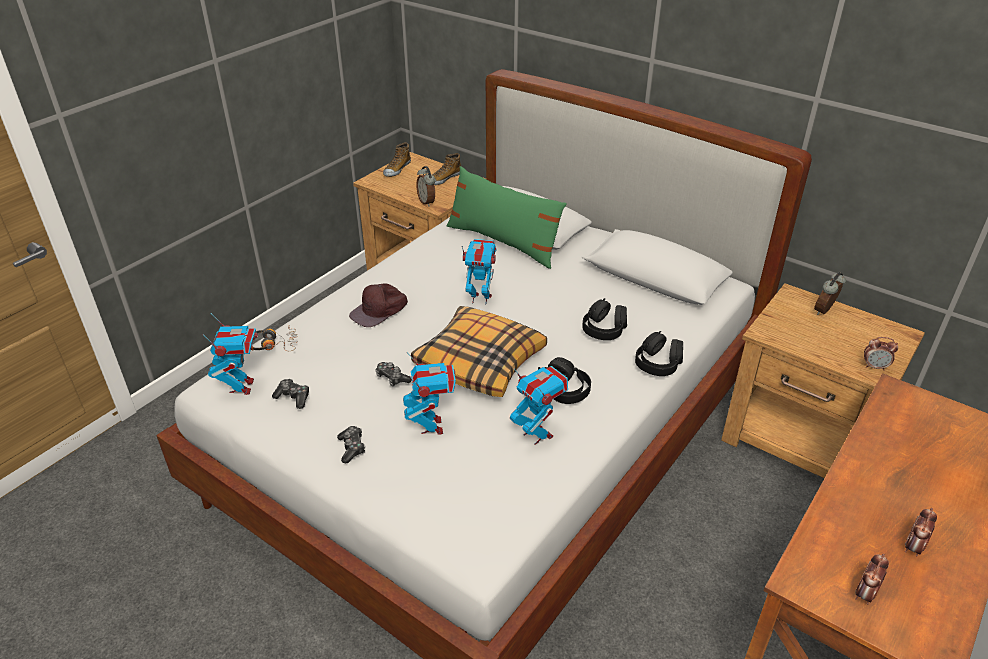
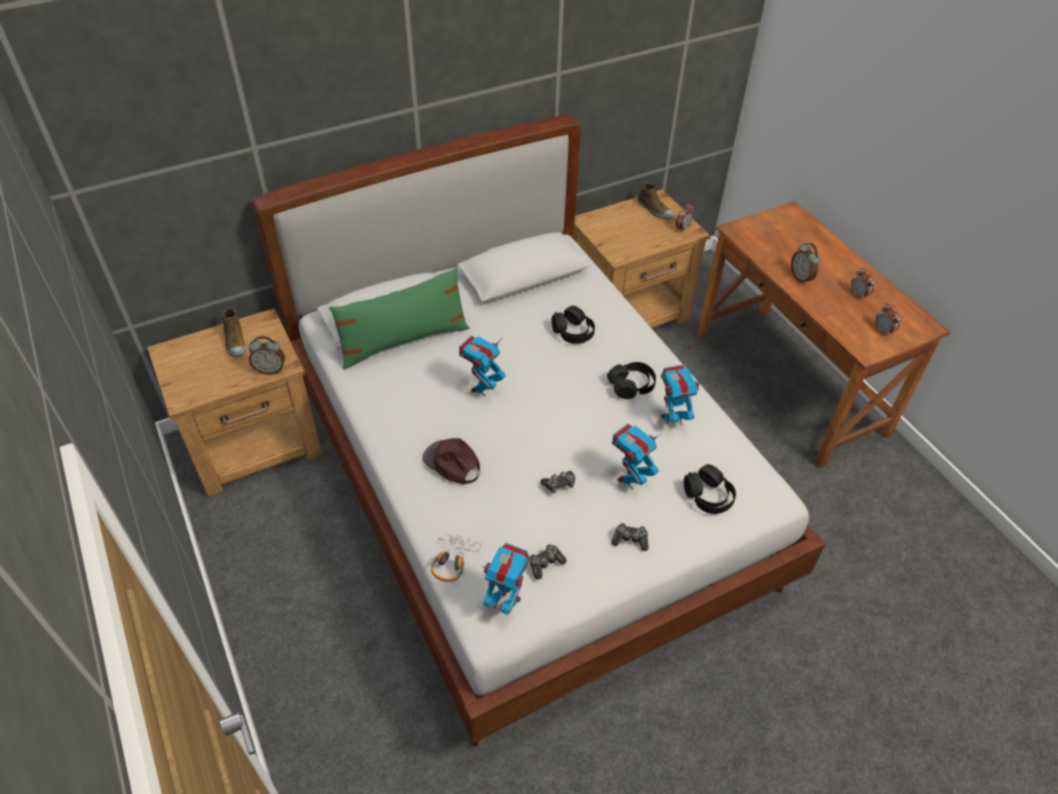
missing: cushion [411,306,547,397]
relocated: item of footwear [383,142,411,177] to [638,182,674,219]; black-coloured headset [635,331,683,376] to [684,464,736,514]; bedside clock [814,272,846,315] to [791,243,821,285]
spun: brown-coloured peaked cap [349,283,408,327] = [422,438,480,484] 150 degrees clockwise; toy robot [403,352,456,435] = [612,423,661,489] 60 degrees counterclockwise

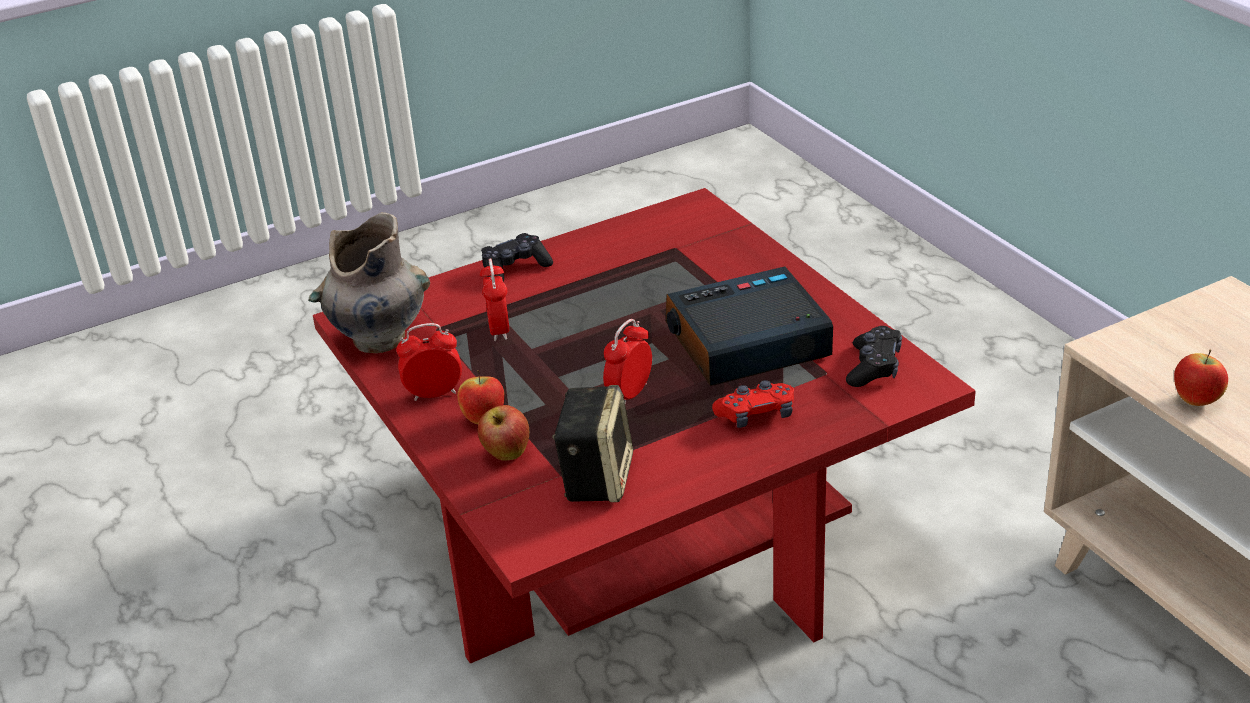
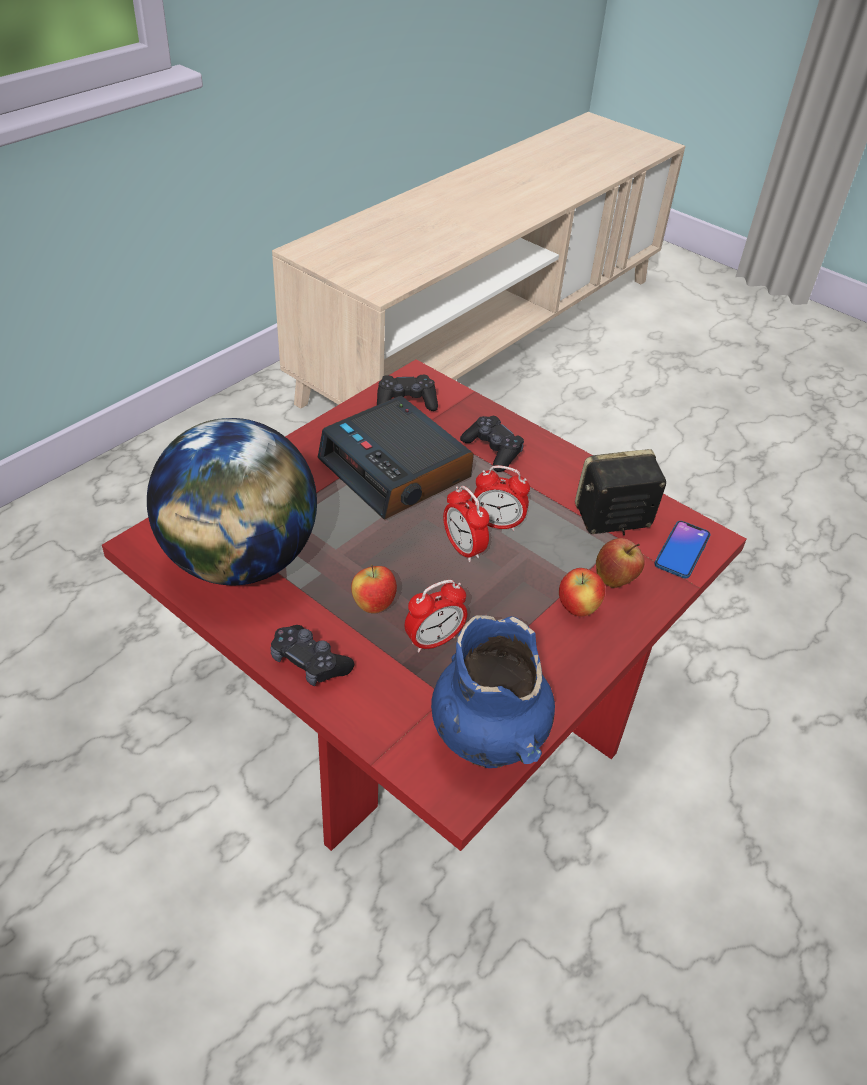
appeared: desk globe [147,418,317,585]; telephone [654,521,711,579]
relocated: bedside clock [396,323,462,401] to [443,486,490,562]; apple [1174,349,1228,406] to [351,565,397,613]
colour: grey flower vase [308,212,430,353] to bluish flower vase [431,615,555,768]; red-coloured game controller [712,380,794,428] to black-coloured game controller [460,416,524,472]

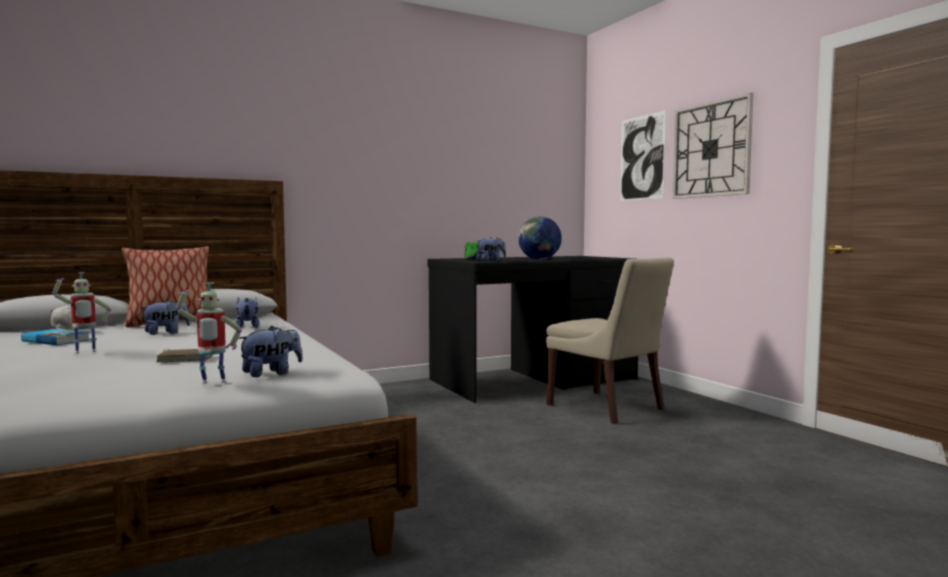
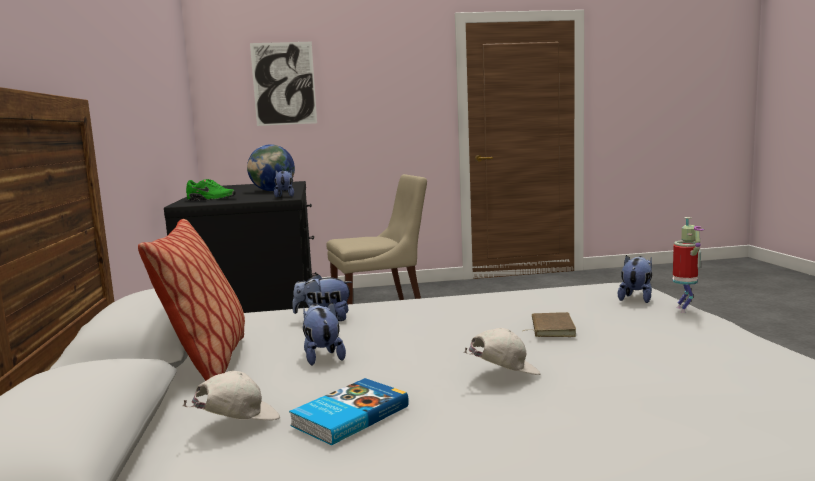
missing: wall clock [672,92,753,199]
exchanged: toy robot [52,272,111,354] to white-coloured peaked cap [464,328,540,375]
spun: soft toy [238,326,303,377] = [618,255,652,303] 45 degrees clockwise

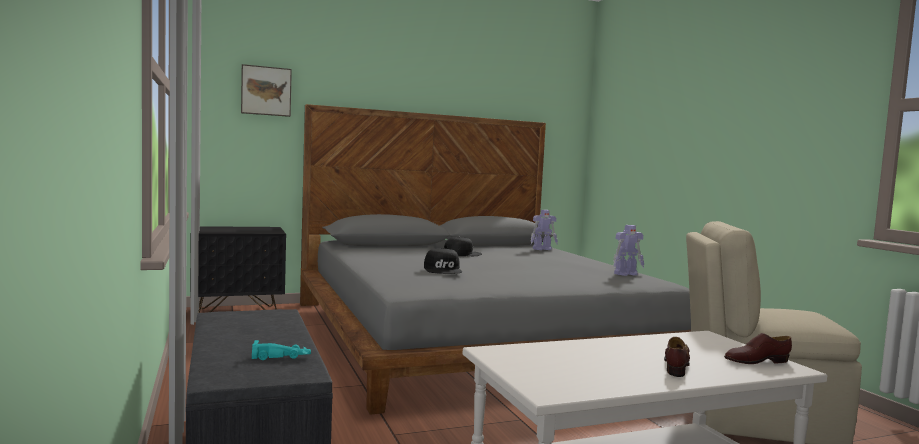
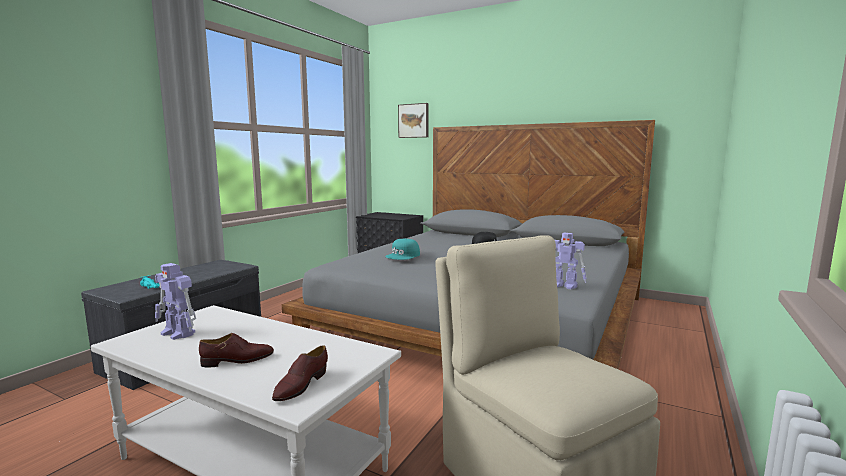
relocated: toy robot [530,210,558,250] to [155,263,196,340]
colour: black-coloured peaked cap [424,248,462,274] to turquoise-coloured peaked cap [385,238,420,260]
spun: brown-coloured item of footwear [724,333,792,364] = [272,345,328,401] 105 degrees counterclockwise

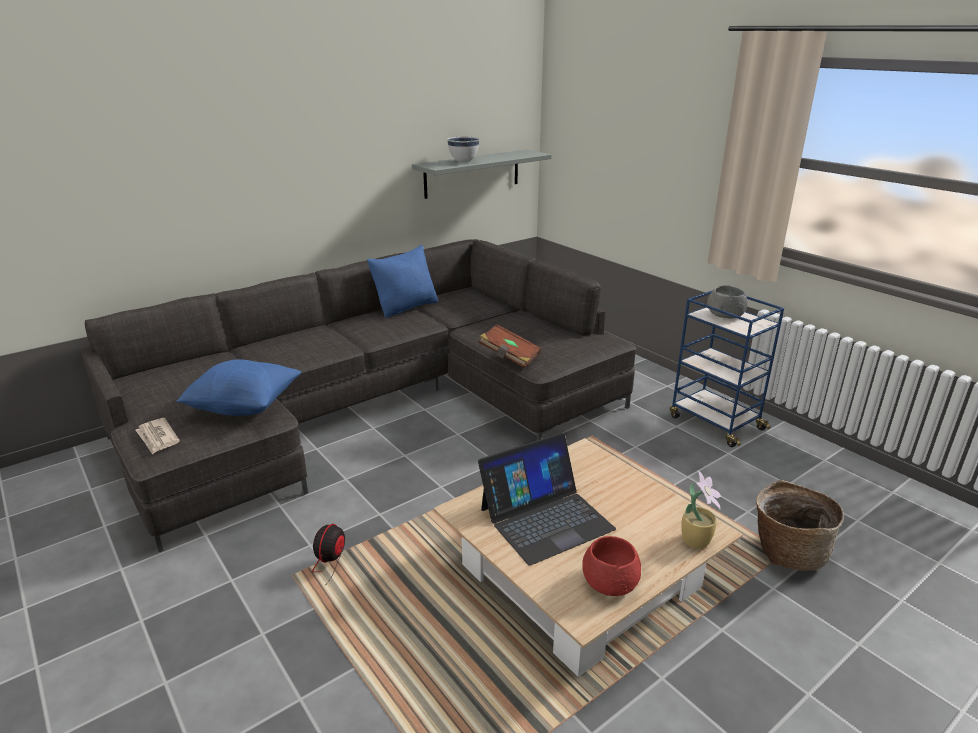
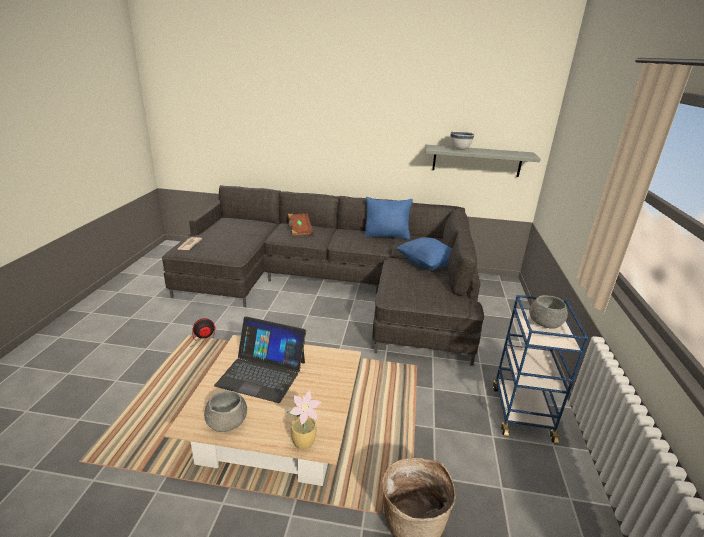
relocated: bluish cushion [177,359,302,416] to [396,237,452,270]; brown-coloured bound book [479,324,541,368] to [288,213,313,237]
colour: red-coloured bowl [582,536,641,596] to grey bowl [204,390,247,432]

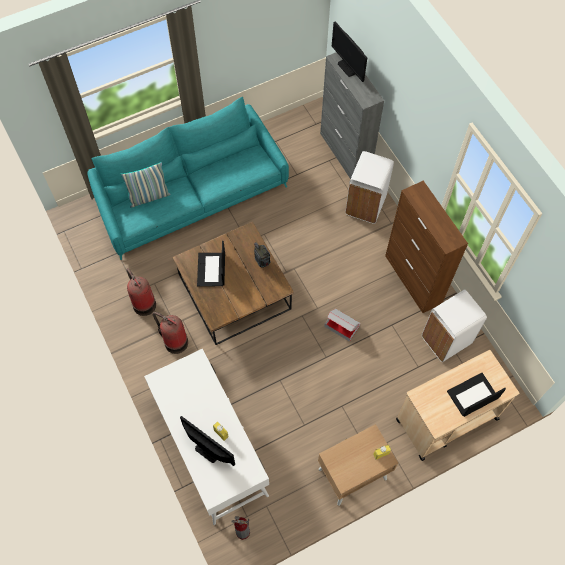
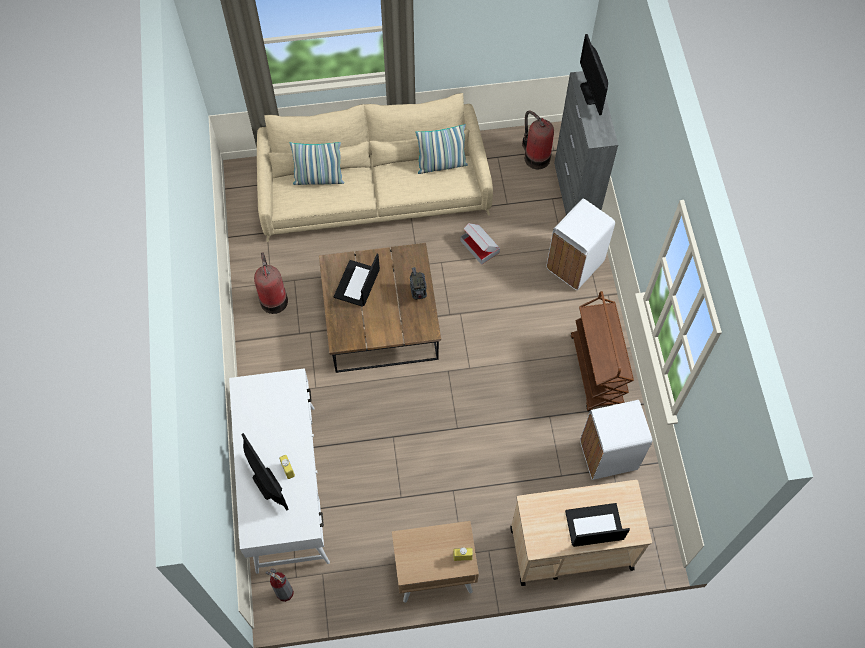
appeared: cushion [415,124,468,174]
relocated: extinguisher [152,312,188,354] to [522,110,554,169]; carton [324,308,360,342] to [461,223,500,265]
exchanged: brown-coloured cabinet [385,181,468,313] to brown-coloured trolley [571,291,634,411]
colour: turquoise-coloured sofa [87,97,289,260] to beige sofa [257,93,493,242]

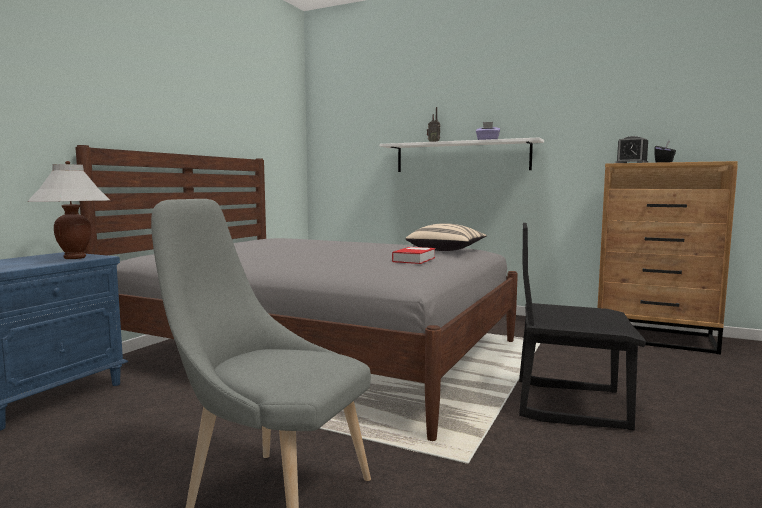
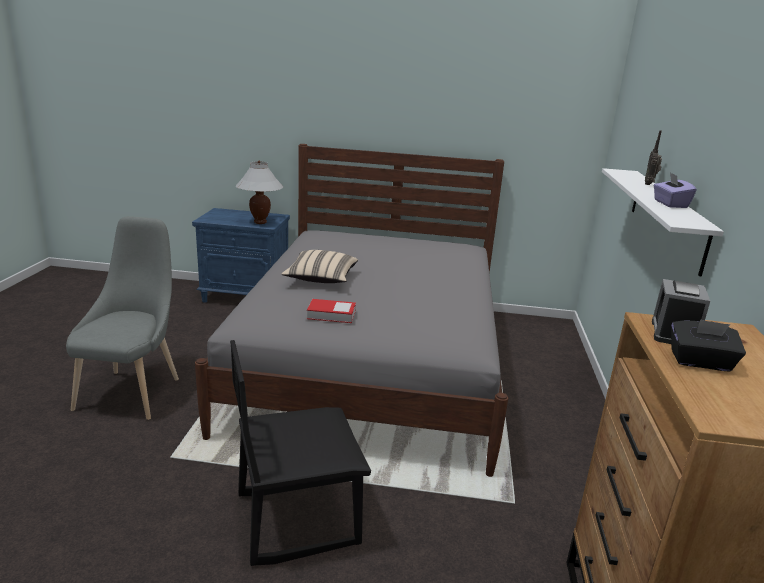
relocated: beige cushion [406,223,487,251] to [282,250,358,283]
spun: black-coloured plain chair [519,223,646,430] = [230,340,371,566] 105 degrees counterclockwise

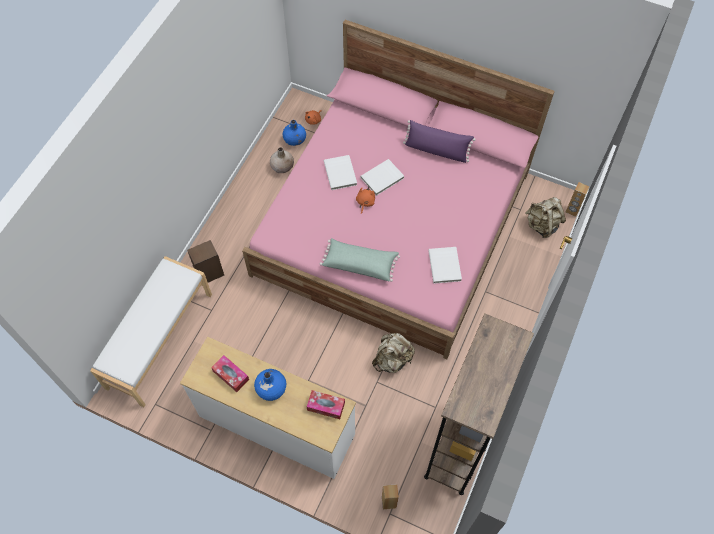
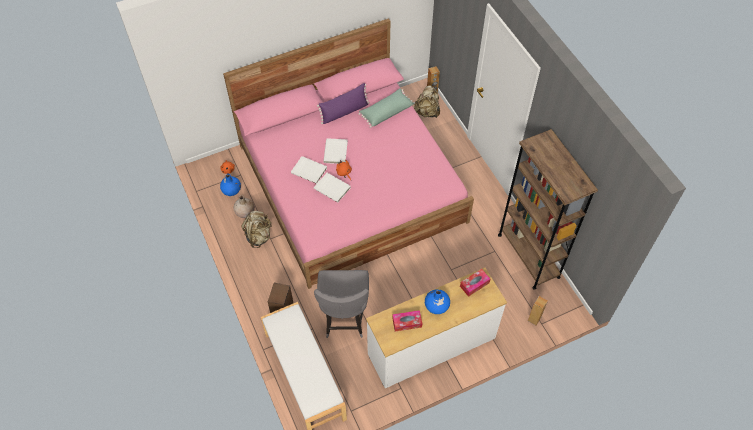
appeared: grey plain chair [314,270,369,338]
relocated: greenish cushion [320,238,400,282] to [358,88,415,128]; beige knapsack [372,333,415,373] to [241,211,272,248]; white-coloured bound book [428,247,462,284] to [314,173,350,203]

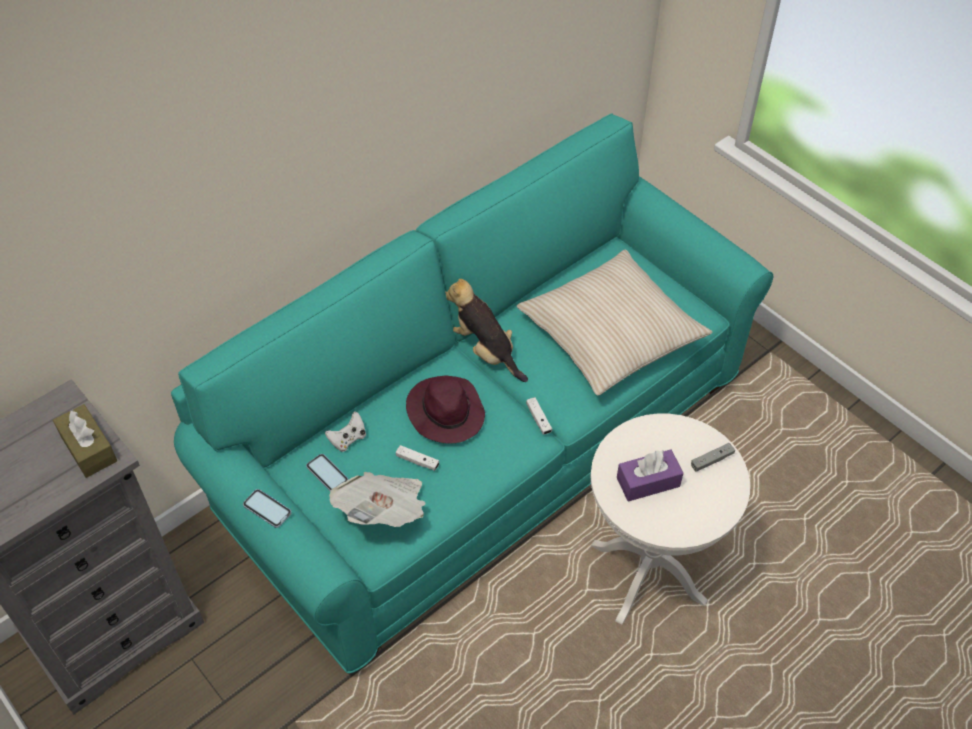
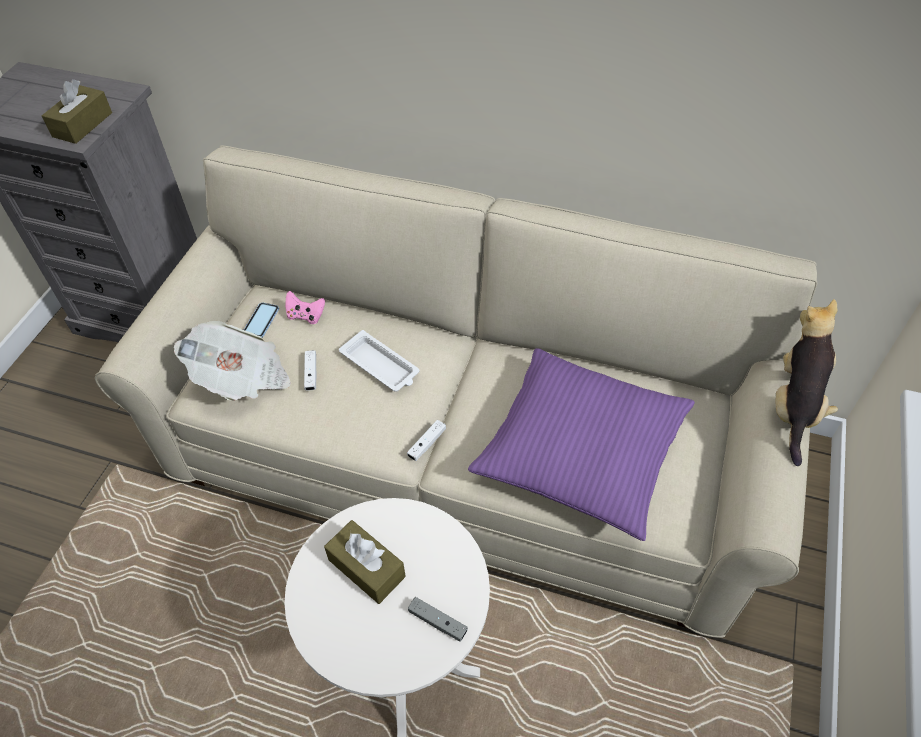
missing: telephone [243,489,292,528]
relocated: soft toy [445,279,528,382] to [775,299,838,466]
exchanged: purple hat [406,375,485,444] to white-coloured tray [339,330,419,392]
colour: turquoise-coloured sofa [171,113,773,674] to beige sofa [95,146,817,638]; white-coloured game controller [325,412,366,452] to pink-coloured game controller [285,291,325,324]; beige cushion [517,250,712,396] to purple cushion [468,348,695,541]; purple tissue box [617,449,683,502] to brown-coloured tissue box [324,520,406,604]

